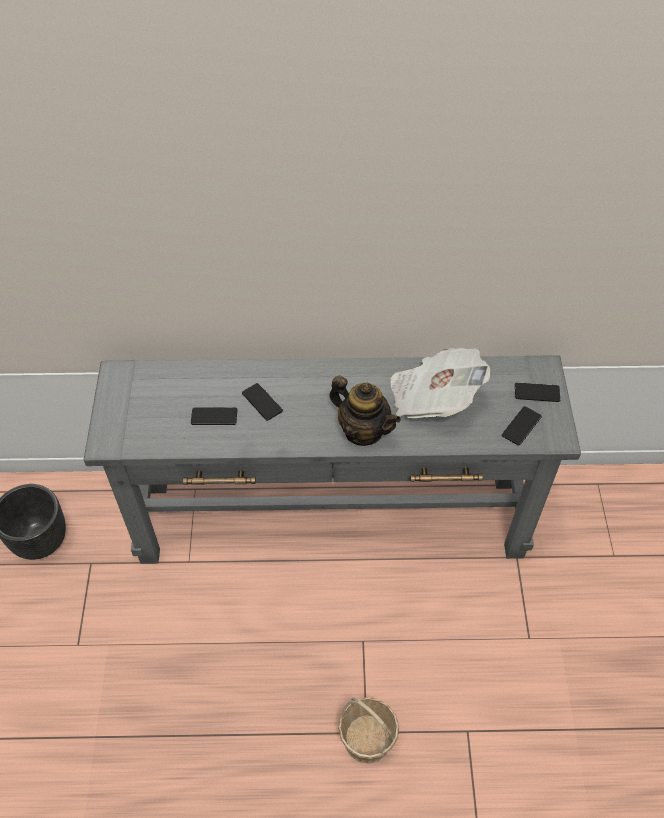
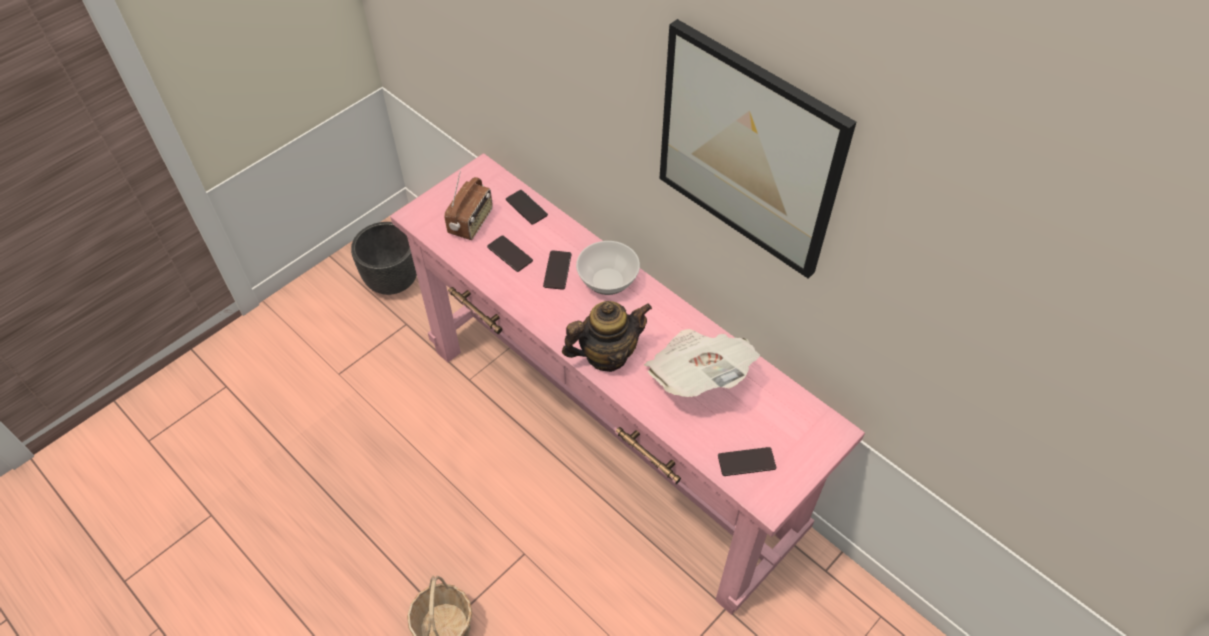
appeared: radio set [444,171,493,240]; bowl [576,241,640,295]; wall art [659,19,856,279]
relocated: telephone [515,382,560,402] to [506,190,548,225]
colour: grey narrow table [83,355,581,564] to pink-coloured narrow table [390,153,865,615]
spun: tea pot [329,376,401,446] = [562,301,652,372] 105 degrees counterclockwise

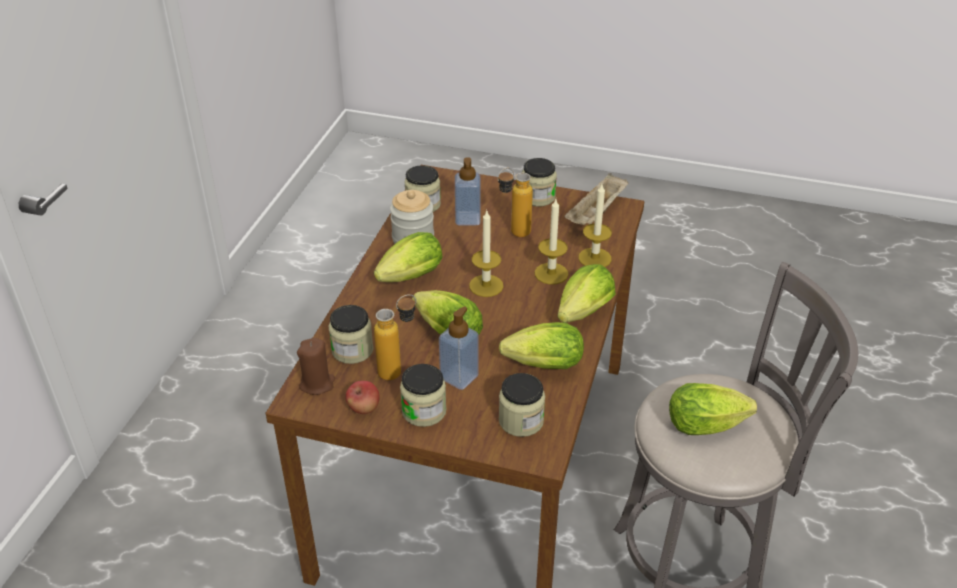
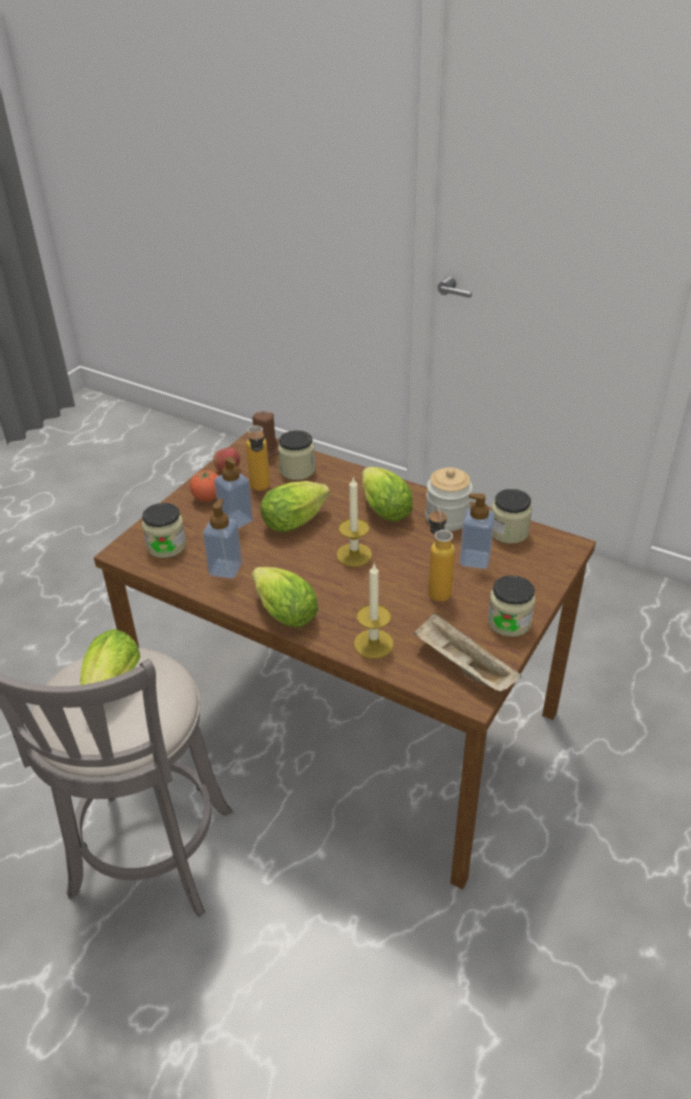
missing: candle [535,199,568,284]
exchanged: storage jar [400,364,447,427] to fresh tomato [190,470,219,501]; lettuce [499,322,584,369] to soap dispenser [203,498,242,579]

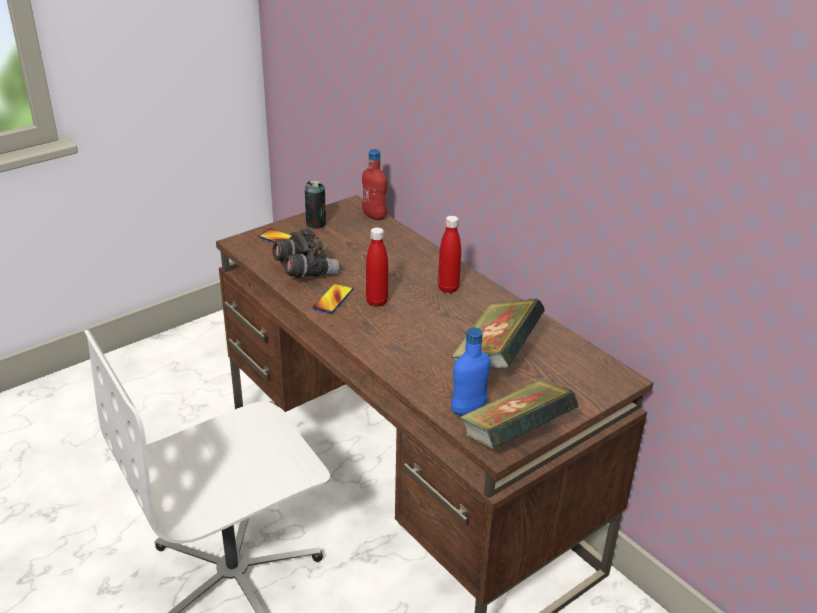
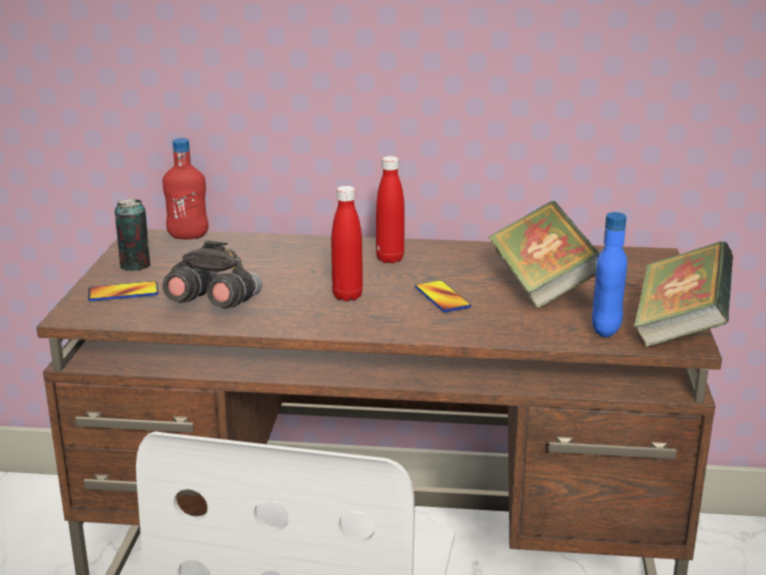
relocated: telephone [313,283,353,313] to [415,280,471,312]

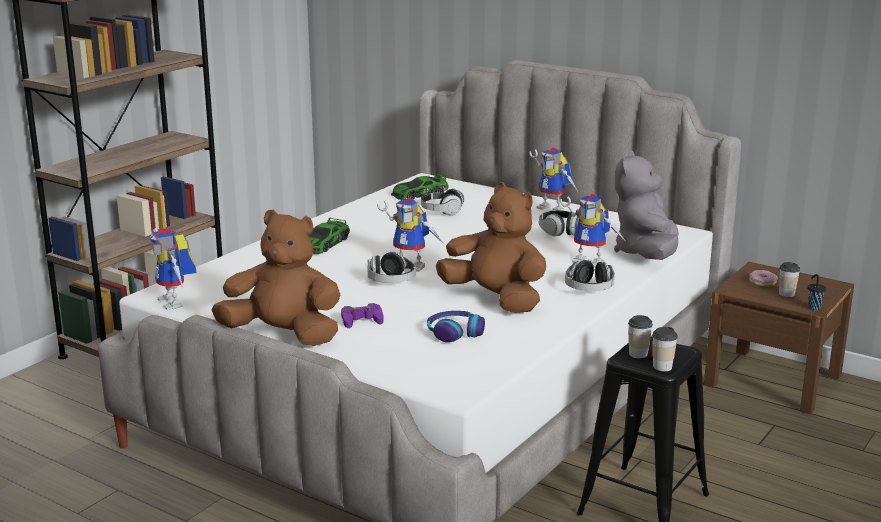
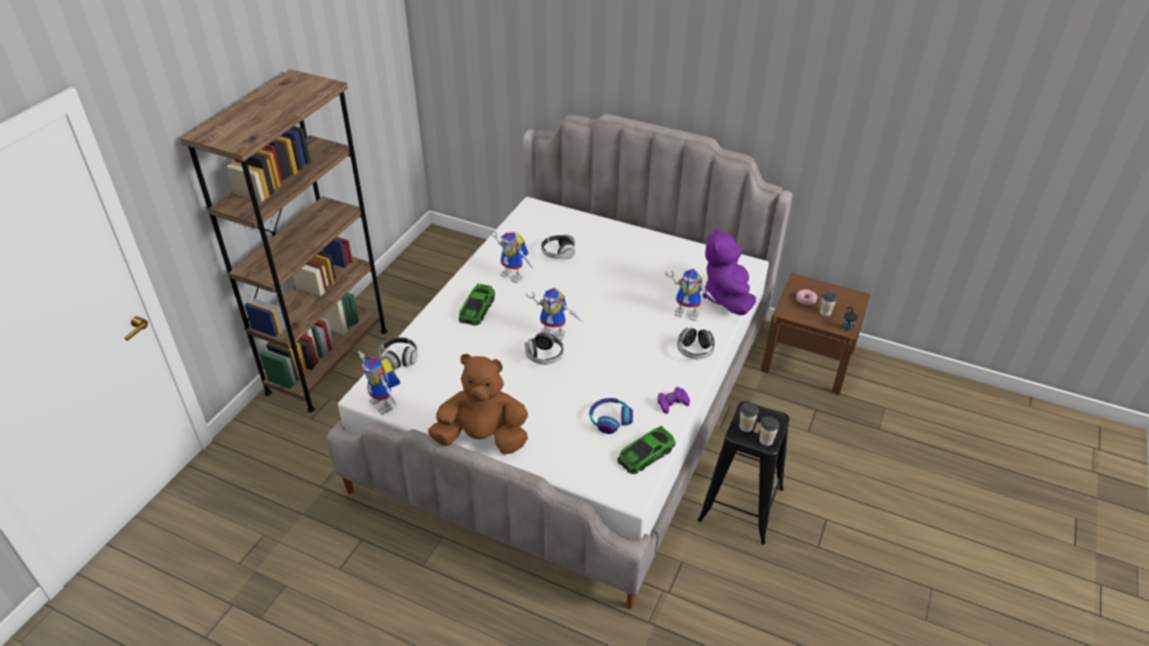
missing: brown-coloured soft toy [436,182,546,313]
relocated: purple game controller [341,303,384,328] to [658,387,690,414]; toy car [391,173,449,200] to [617,426,676,474]; toy robot [529,148,579,211] to [490,231,534,283]; headset [539,211,579,236] to [379,337,418,370]
colour: grey soft toy [614,151,679,260] to purple soft toy [703,226,756,315]

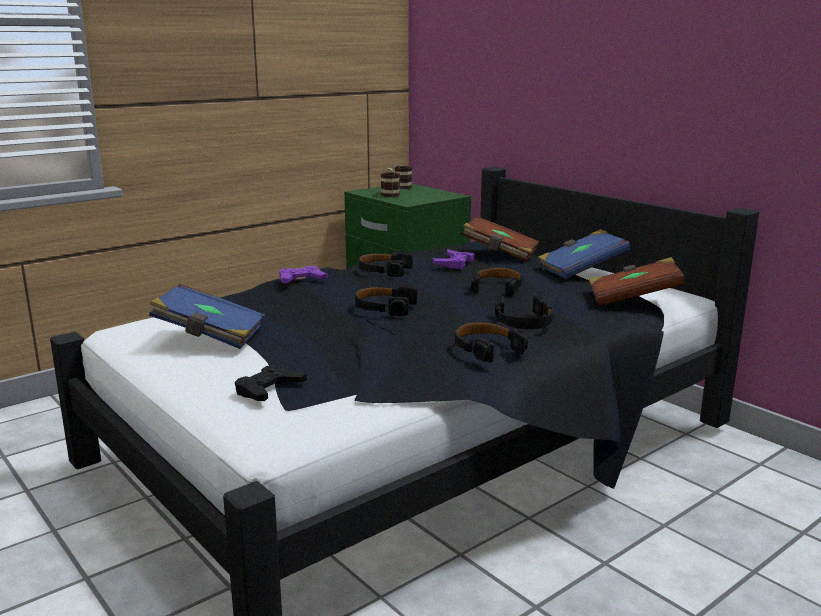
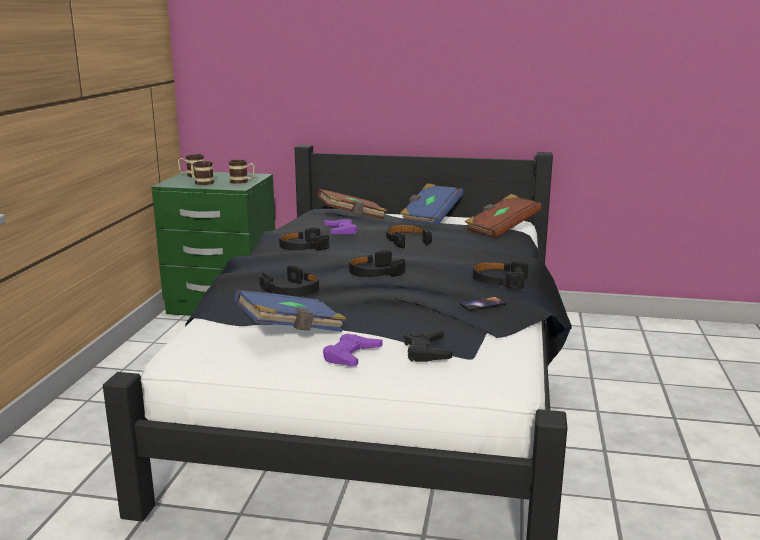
appeared: mug [229,160,255,184]; telephone [460,297,506,311]
relocated: purple game controller [279,266,328,283] to [323,334,383,366]; black-coloured headset [495,295,553,329] to [260,266,319,297]

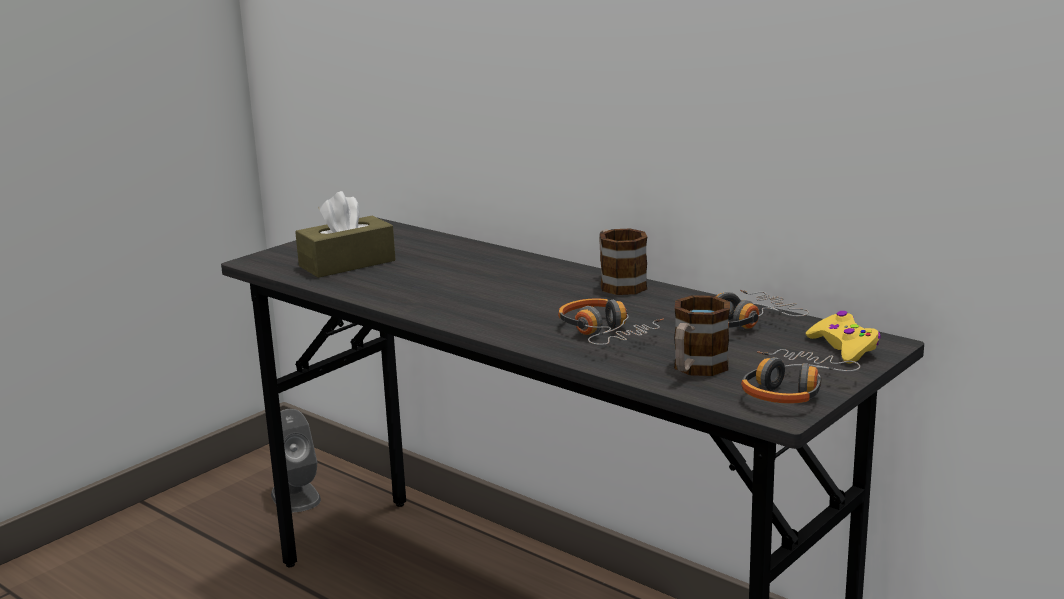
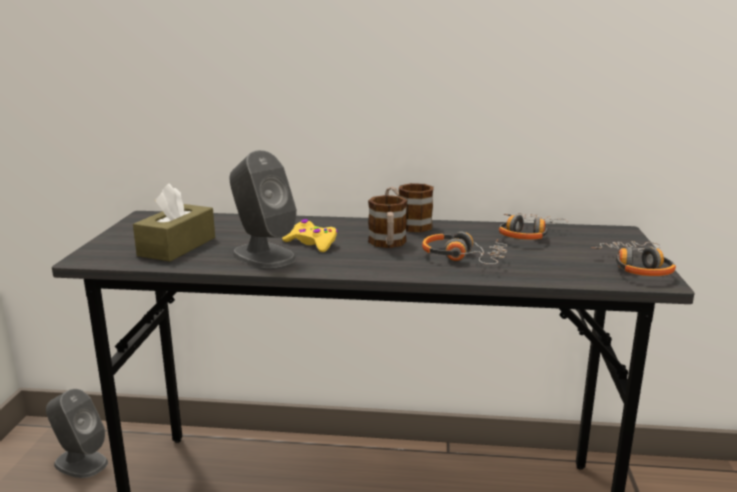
appeared: grey audio speaker [230,150,297,268]
relocated: mug [674,295,730,376] to [368,195,407,248]; yellow-coloured game controller [806,311,881,364] to [282,219,338,252]

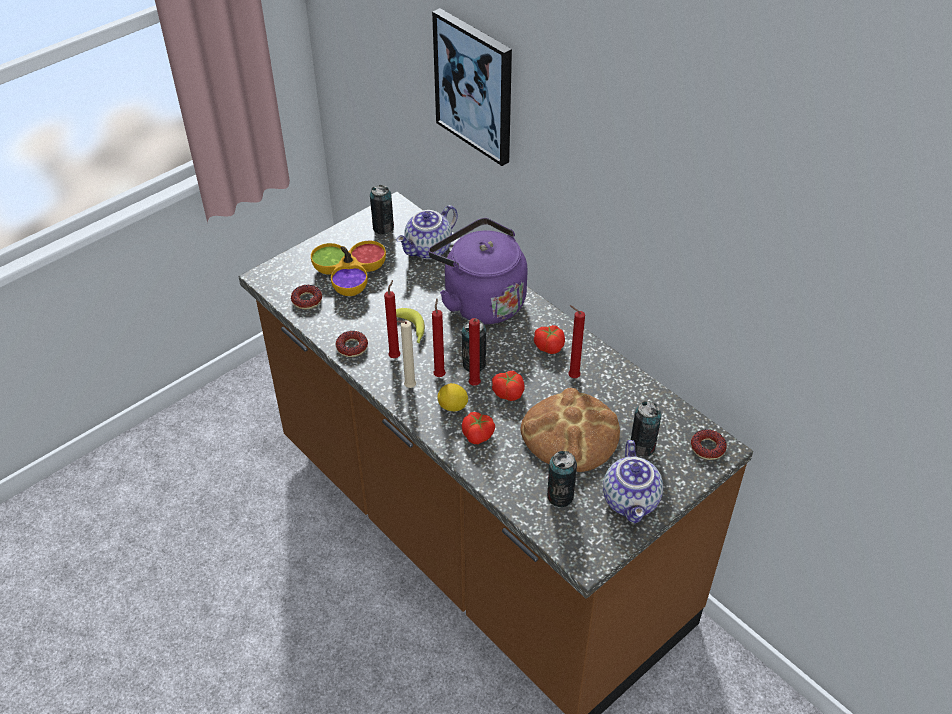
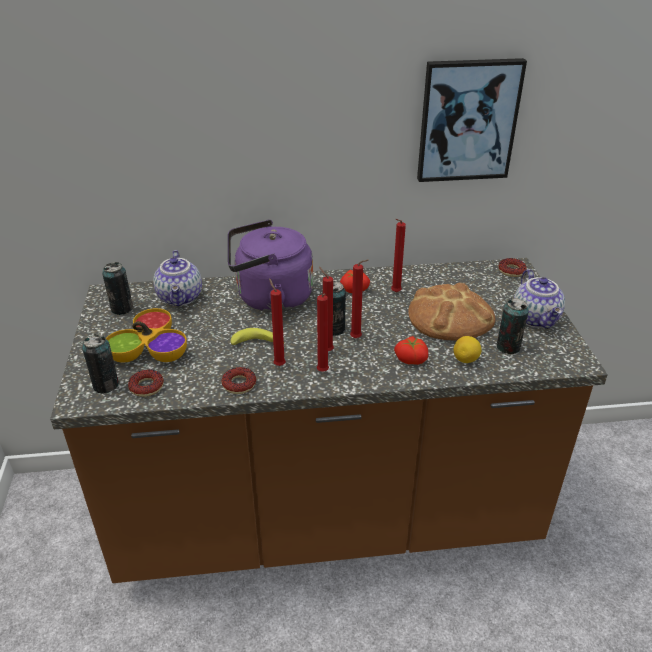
missing: fresh tomato [492,371,525,401]
relocated: wall art [432,8,512,166] to [417,58,527,182]; citrus fruit [437,383,468,411] to [454,336,482,363]; can [631,401,662,457] to [82,334,119,394]
colour: beige candle [396,320,416,388] to red-coloured candle [317,294,329,372]
spun: tea pot [603,440,663,523] = [514,269,565,329] 45 degrees clockwise

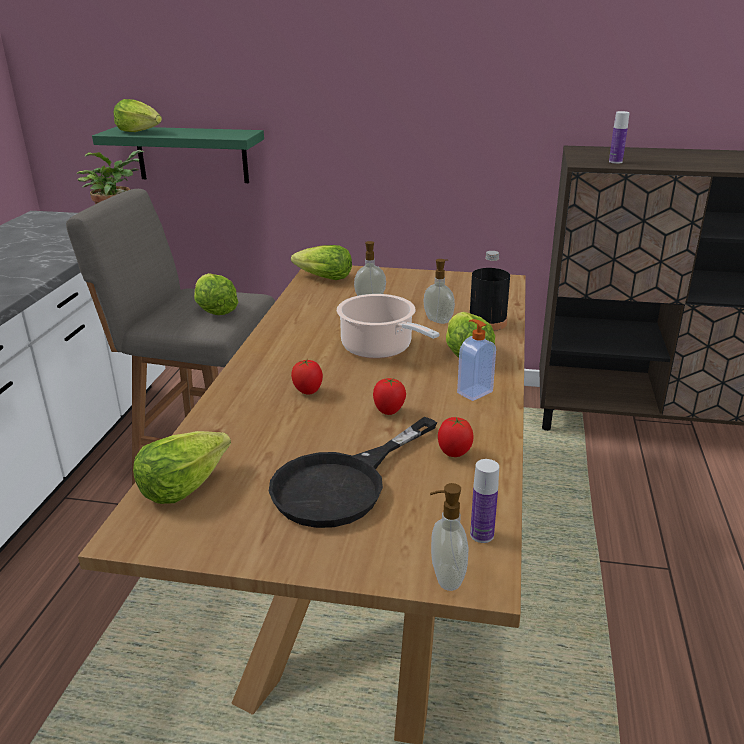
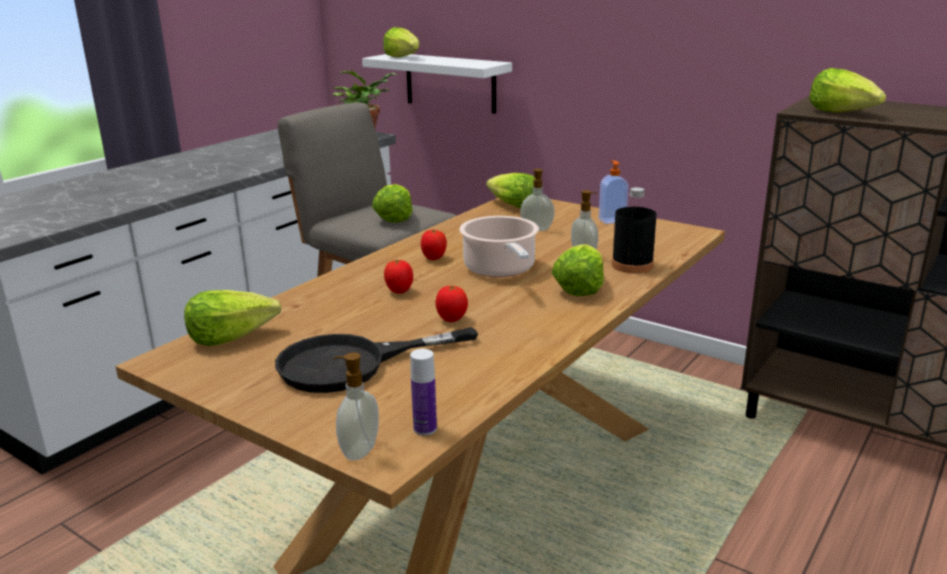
relocated: fresh tomato [438,417,474,457] to [421,230,447,260]; soap dispenser [457,319,496,401] to [599,161,629,224]
exchanged: drink bottle [609,111,630,164] to lettuce [809,68,886,113]
colour: greenish wall shelf [92,127,264,183] to white-coloured wall shelf [362,54,512,114]

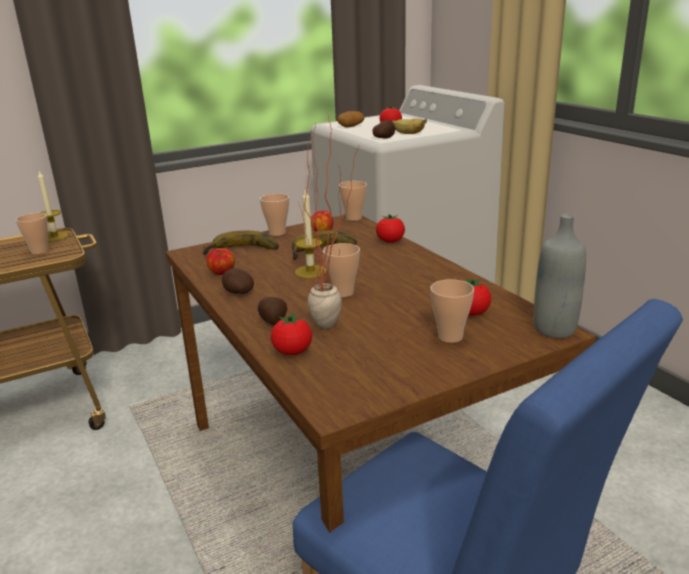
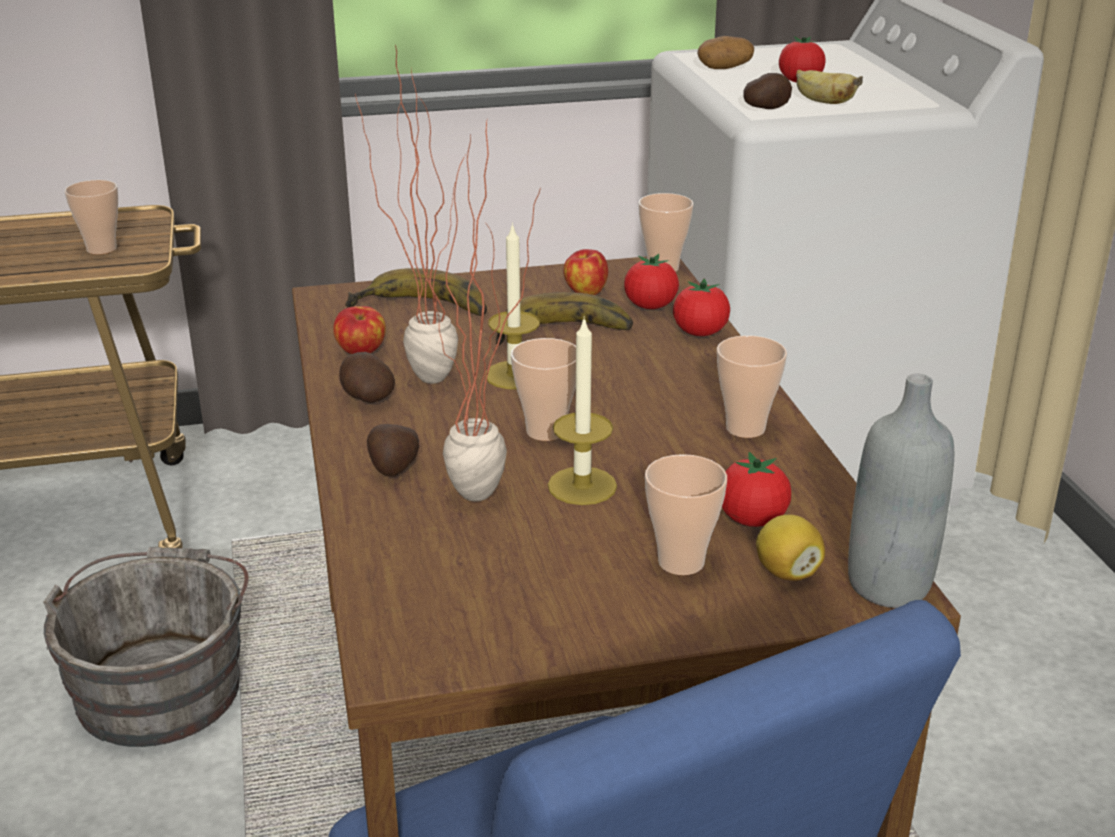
appeared: grey bucket [43,547,248,747]; plant in a pot [355,45,458,384]; citrus fruit [756,515,825,581]
relocated: candle [38,171,68,242] to [548,316,617,505]; small cup [260,194,289,236] to [717,335,787,438]; fresh tomato [271,312,312,355] to [624,254,679,309]

